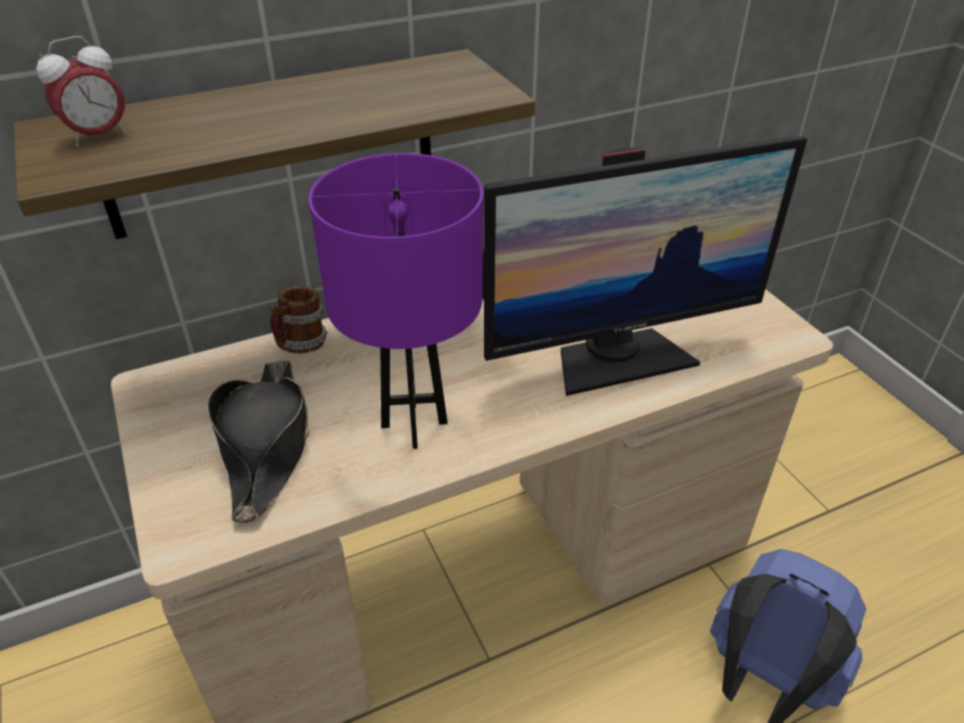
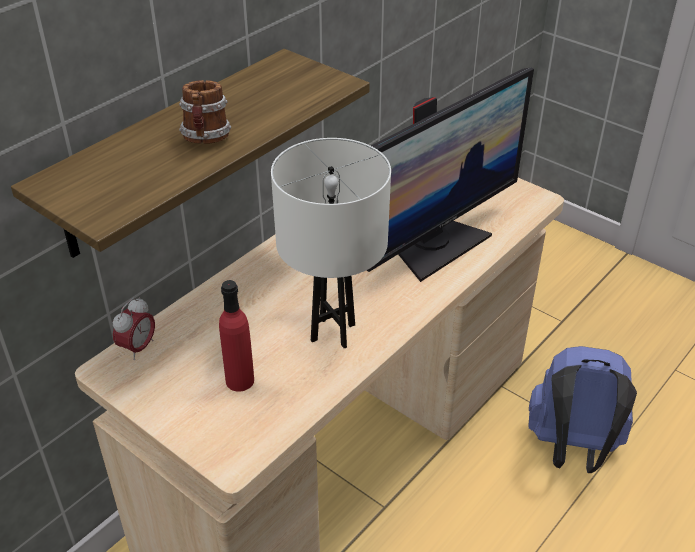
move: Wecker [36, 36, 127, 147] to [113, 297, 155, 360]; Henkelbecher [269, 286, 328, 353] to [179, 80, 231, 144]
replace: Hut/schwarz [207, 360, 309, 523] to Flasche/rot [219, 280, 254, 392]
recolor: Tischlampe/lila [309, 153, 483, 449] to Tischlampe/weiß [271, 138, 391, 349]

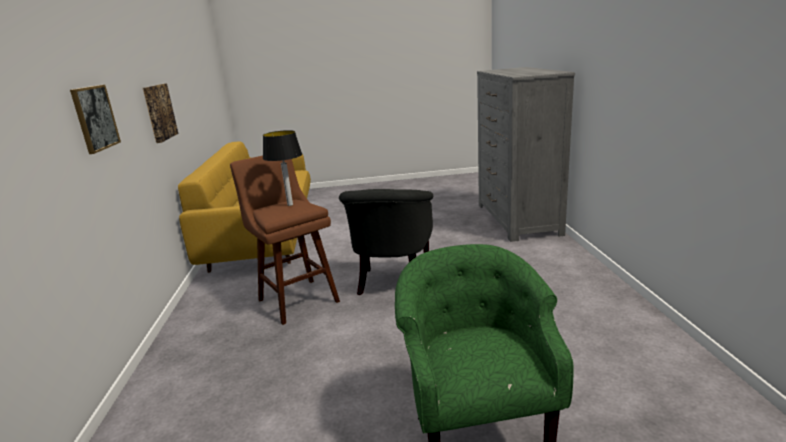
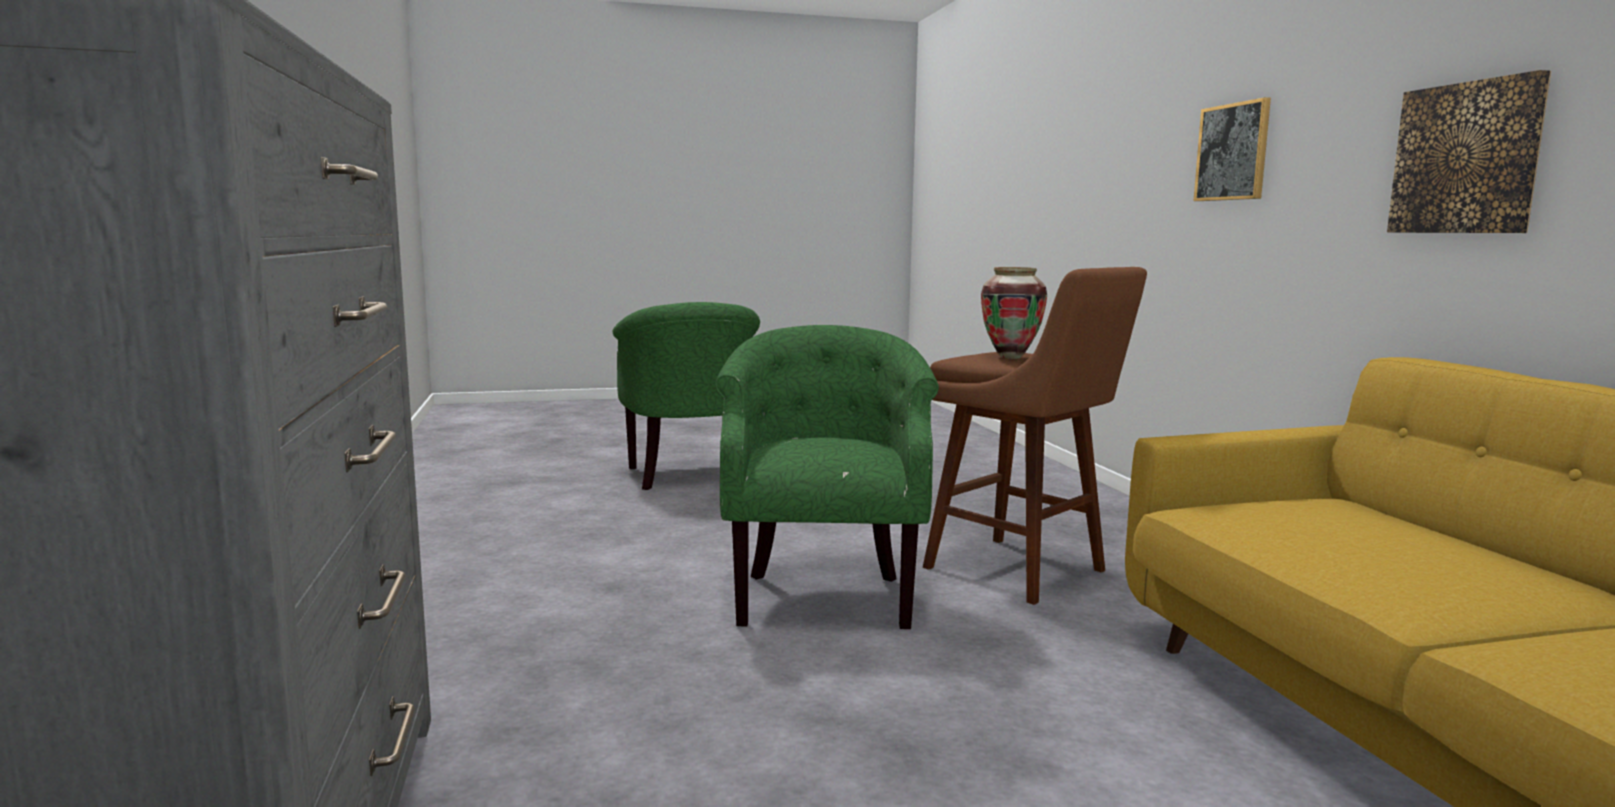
replace: Tischlampe [263, 130, 302, 206] to Vase [981, 267, 1047, 359]
recolor: Sessel/schwarz [339, 189, 433, 295] to Sessel/grün [715, 325, 939, 629]

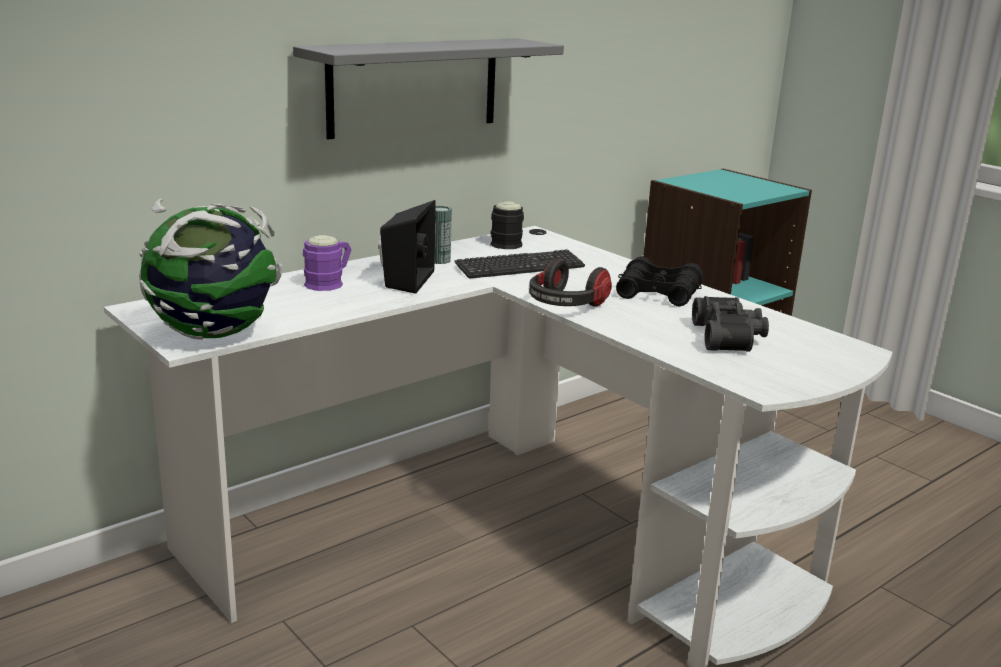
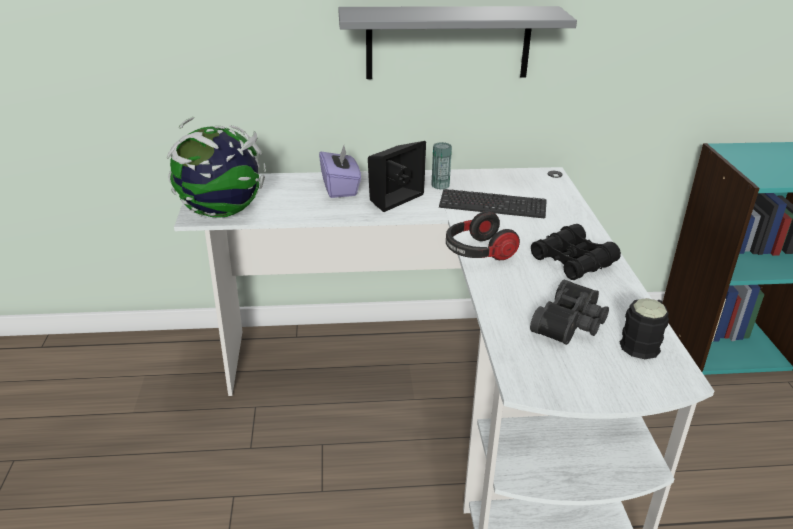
move: Henkelbecher/schwarz [490, 201, 524, 249] to [620, 298, 669, 359]
replace: Henkelbecher/lila [303, 235, 352, 291] to Taschentuchbox/lila [319, 146, 361, 198]

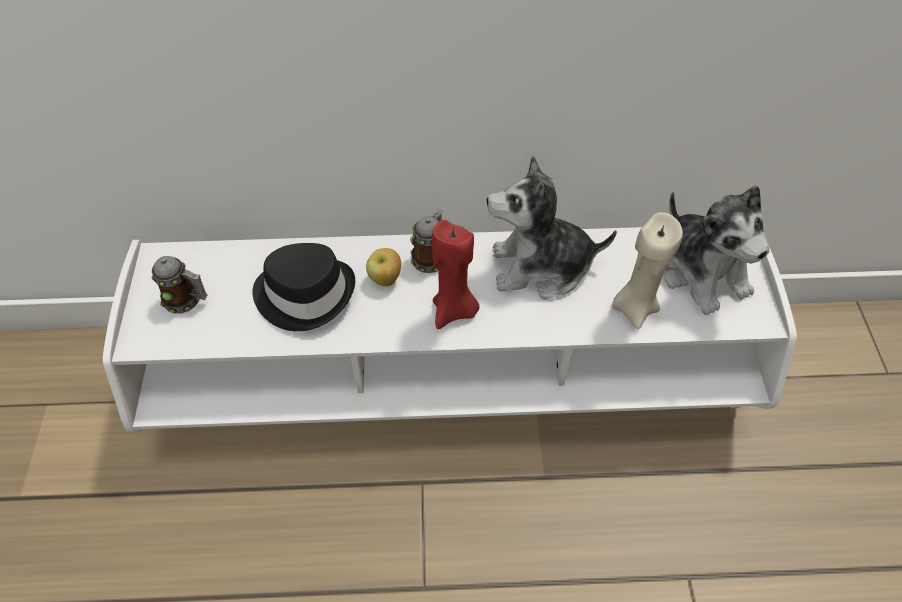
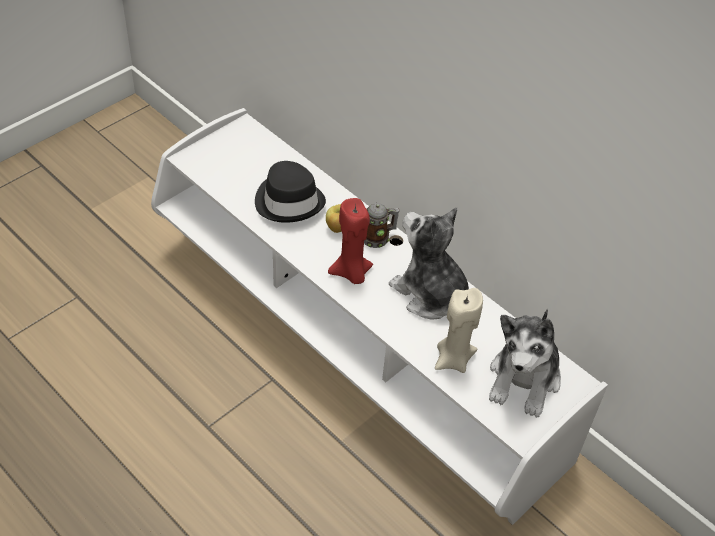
delete: Henkelbecher [152, 256, 207, 313]

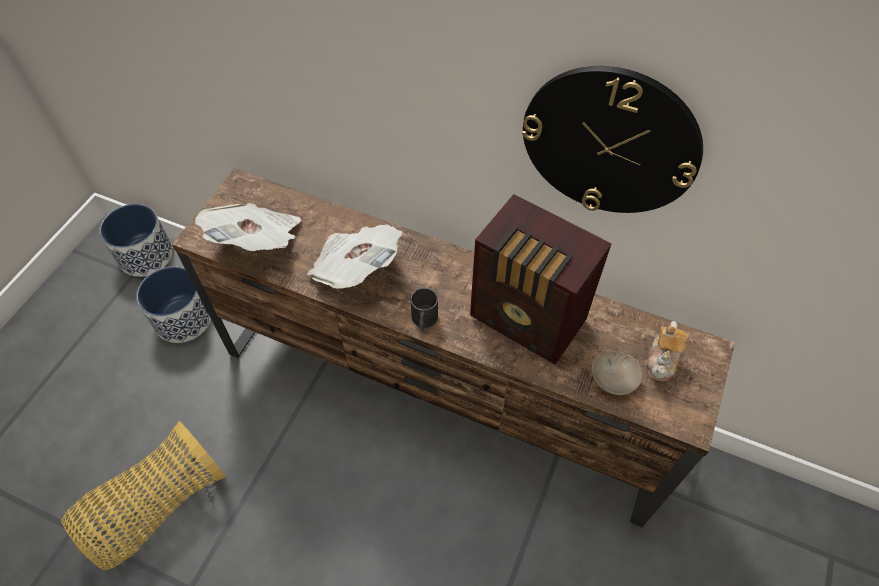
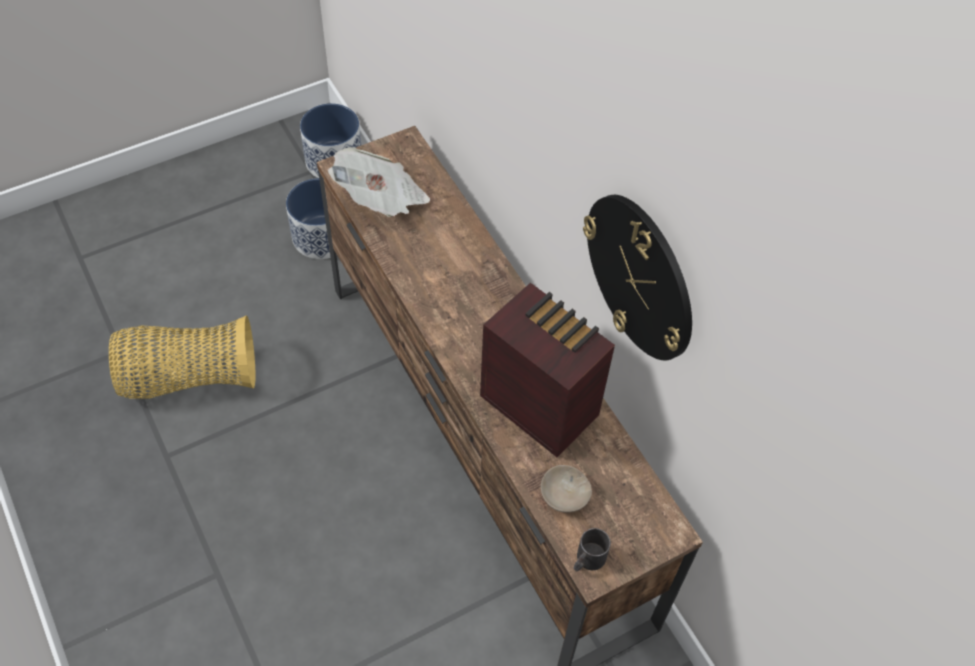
delete: Zeitung [307, 224, 403, 289]; Teekanne [645, 321, 688, 381]
move: Henkelbecher/schwarz [411, 288, 438, 332] to [574, 528, 611, 571]
rotate: Radio [470, 194, 612, 365] = [480, 283, 615, 457] 150 degrees clockwise

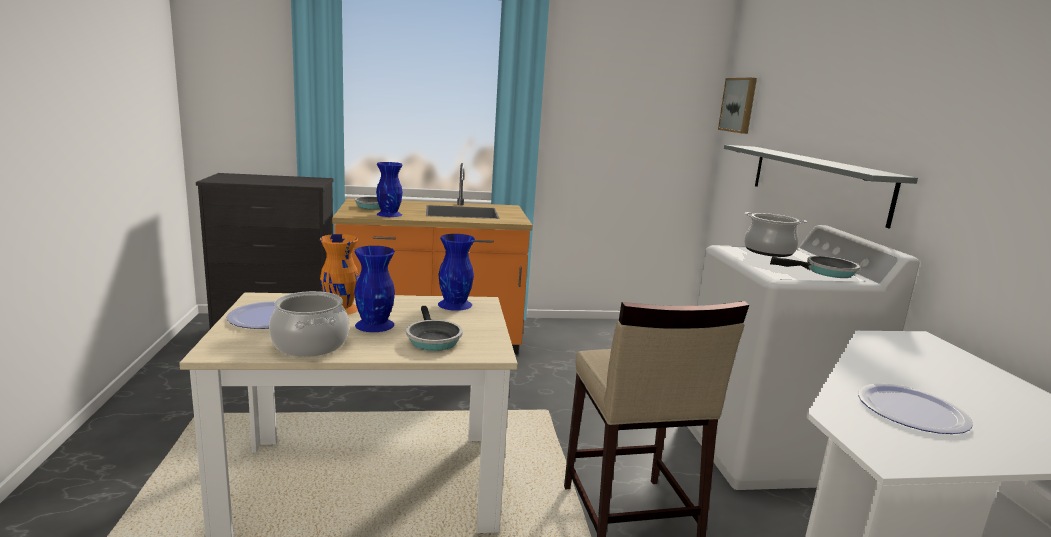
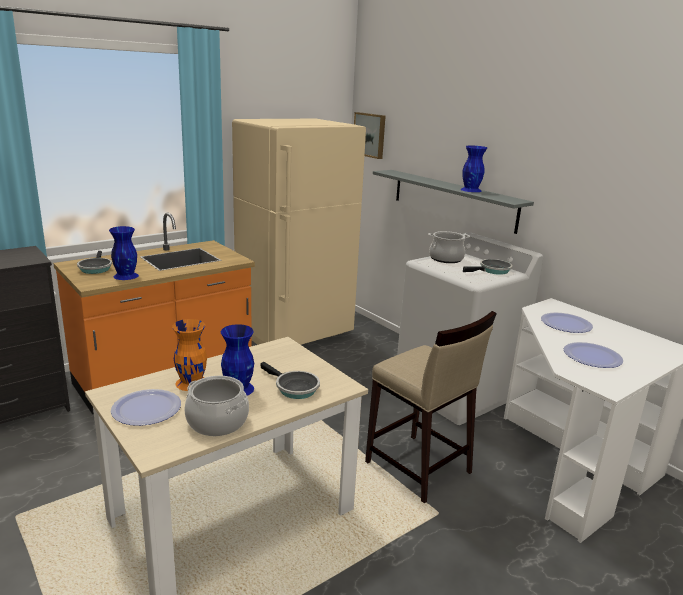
insert: Kühlschrank/beige [232, 119, 366, 345]; Teller [541, 312, 593, 333]
move: Vase/blau [438, 234, 475, 311] to [460, 146, 487, 192]

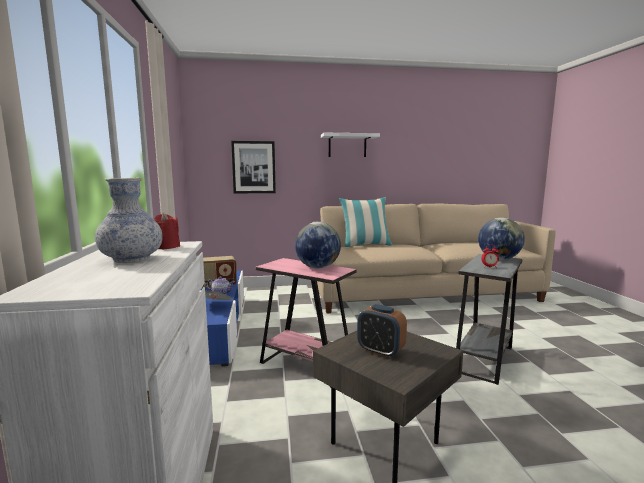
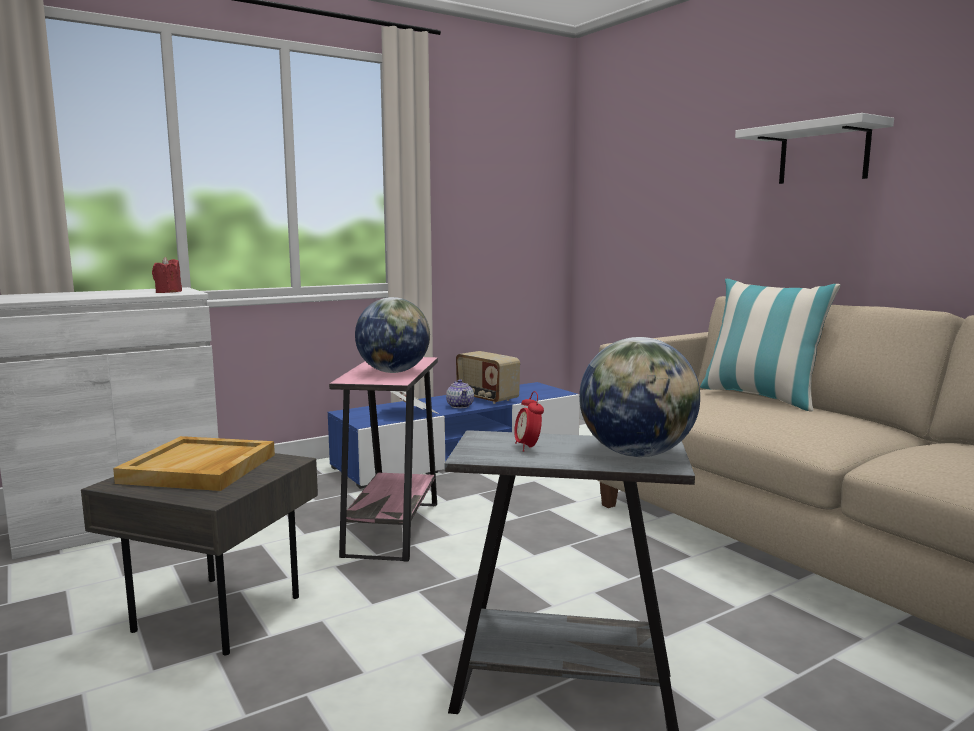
delete: Vase [95, 178, 163, 263]; Bild [231, 141, 276, 193]
replace: Wecker [357, 304, 407, 358] to Tablett/beige [113, 436, 275, 491]

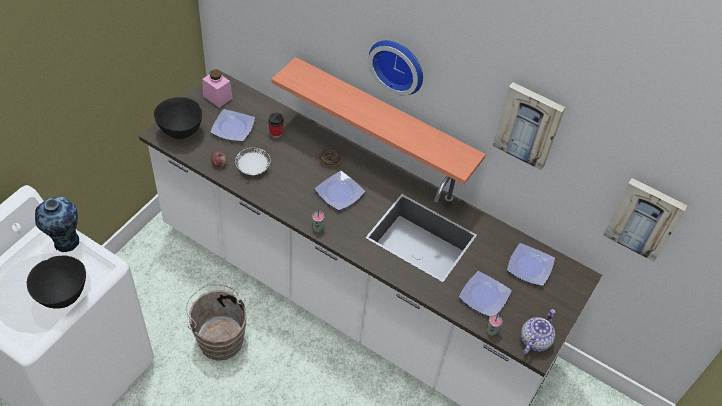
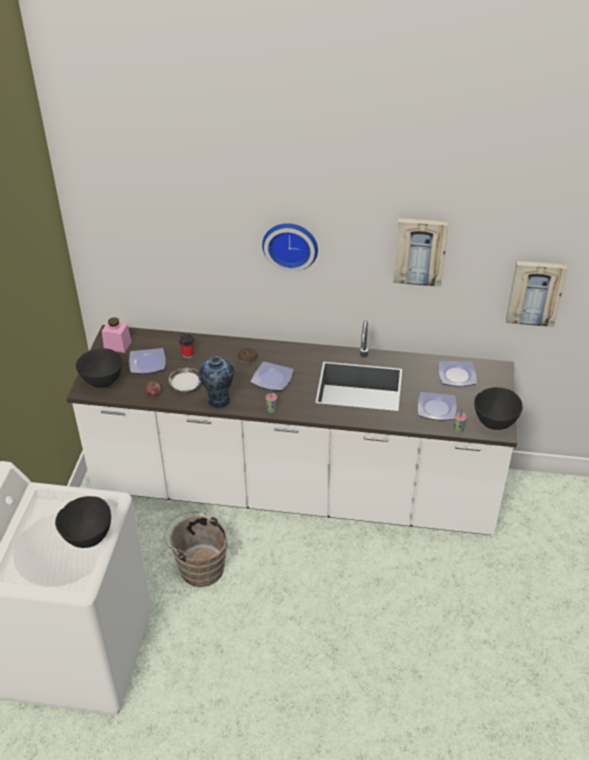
delete: Wandregal [272, 57, 486, 184]
move: Vase [35, 197, 79, 252] to [199, 356, 235, 409]
replace: Teekanne [521, 309, 555, 355] to Schüssel/schwarz [474, 387, 523, 430]

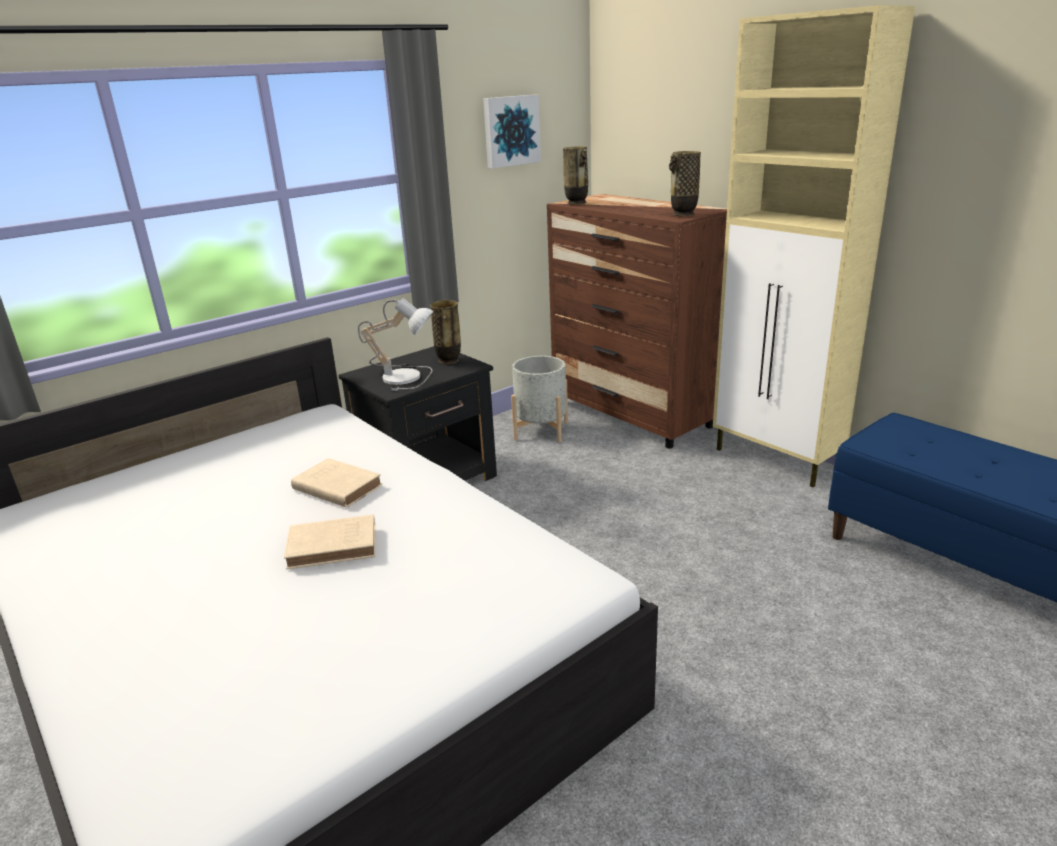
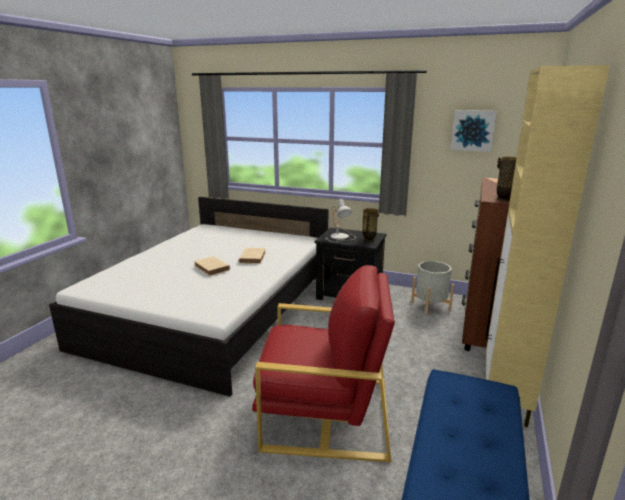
delete: Vase [563, 146, 588, 205]
insert: Sessel/rot [252, 265, 395, 463]

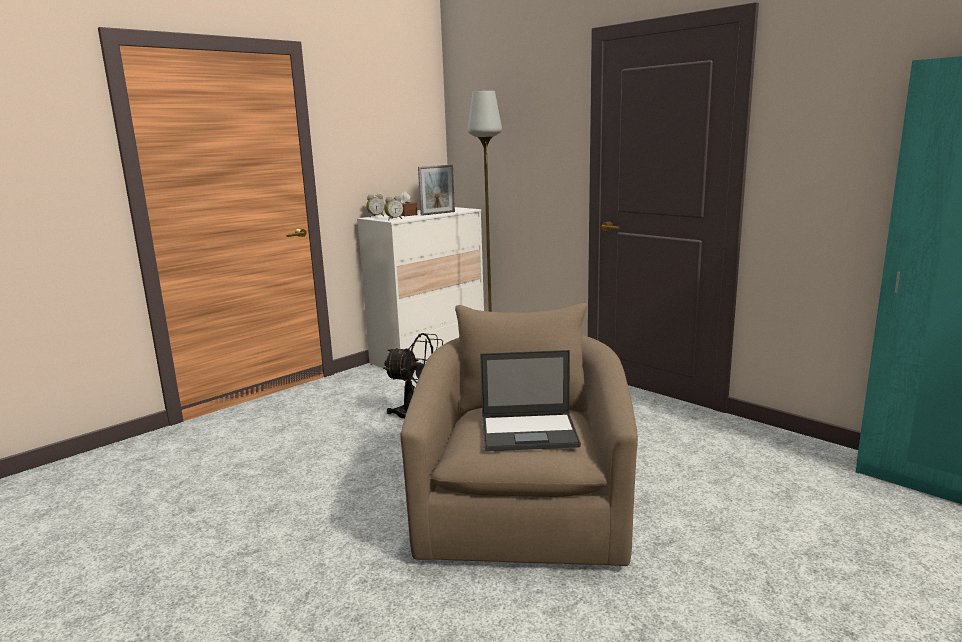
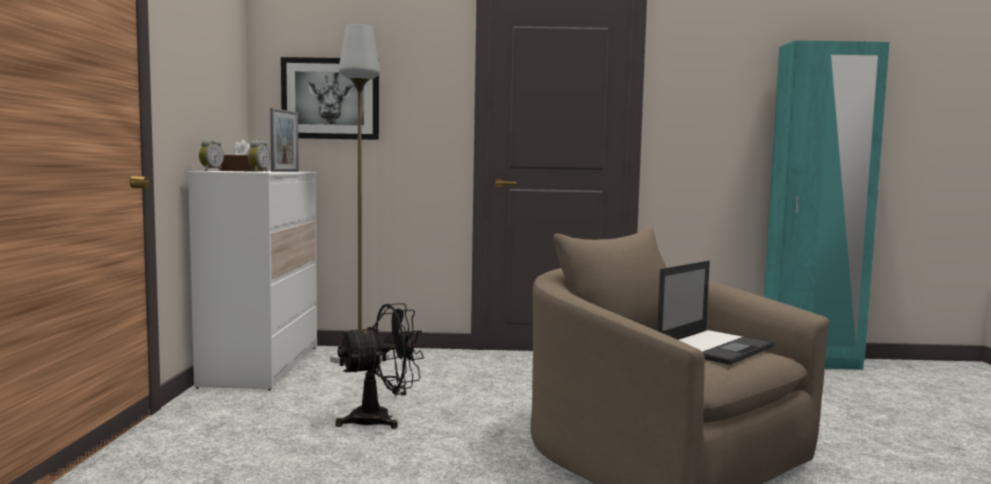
insert: Bild [281, 57, 379, 140]

